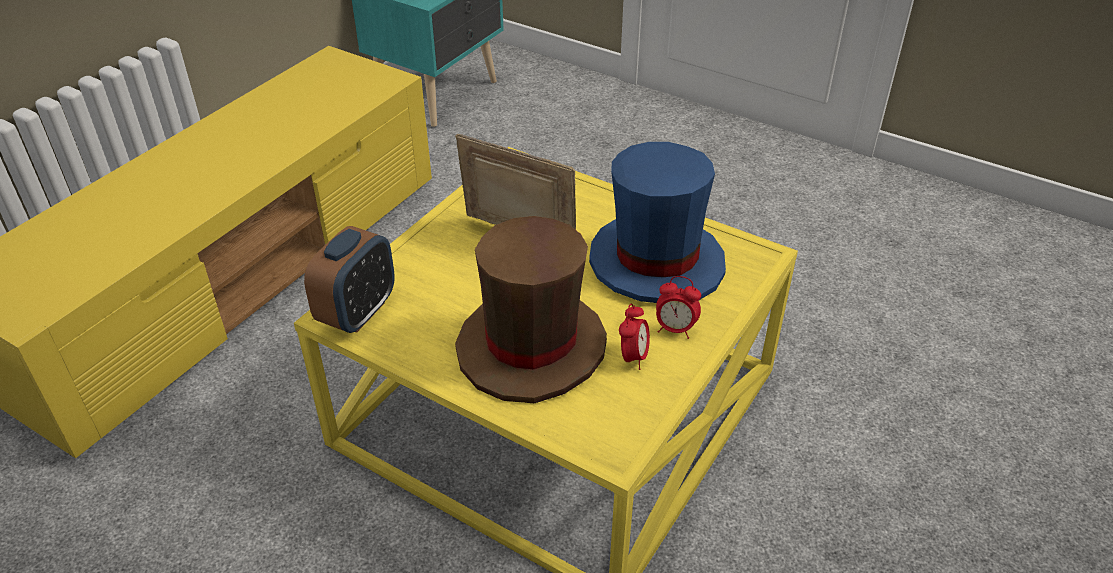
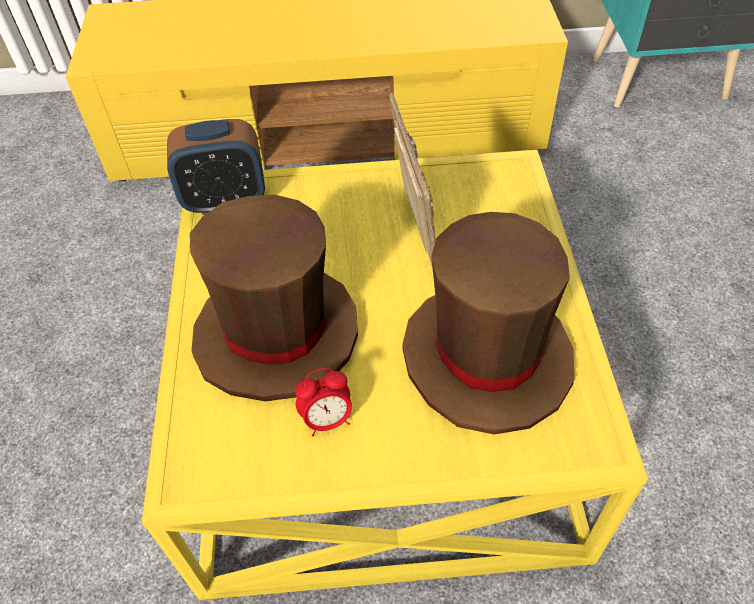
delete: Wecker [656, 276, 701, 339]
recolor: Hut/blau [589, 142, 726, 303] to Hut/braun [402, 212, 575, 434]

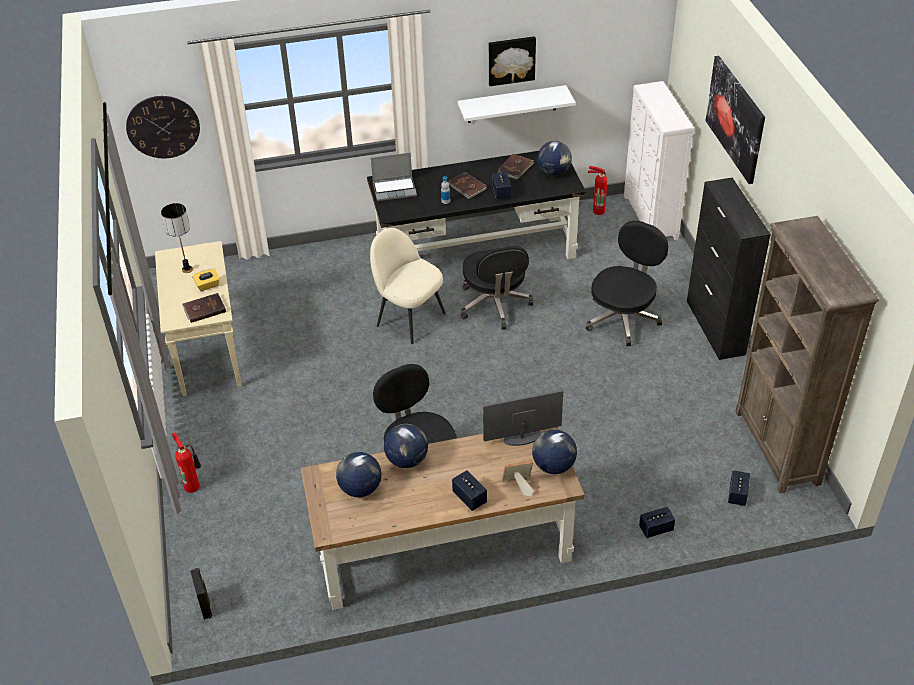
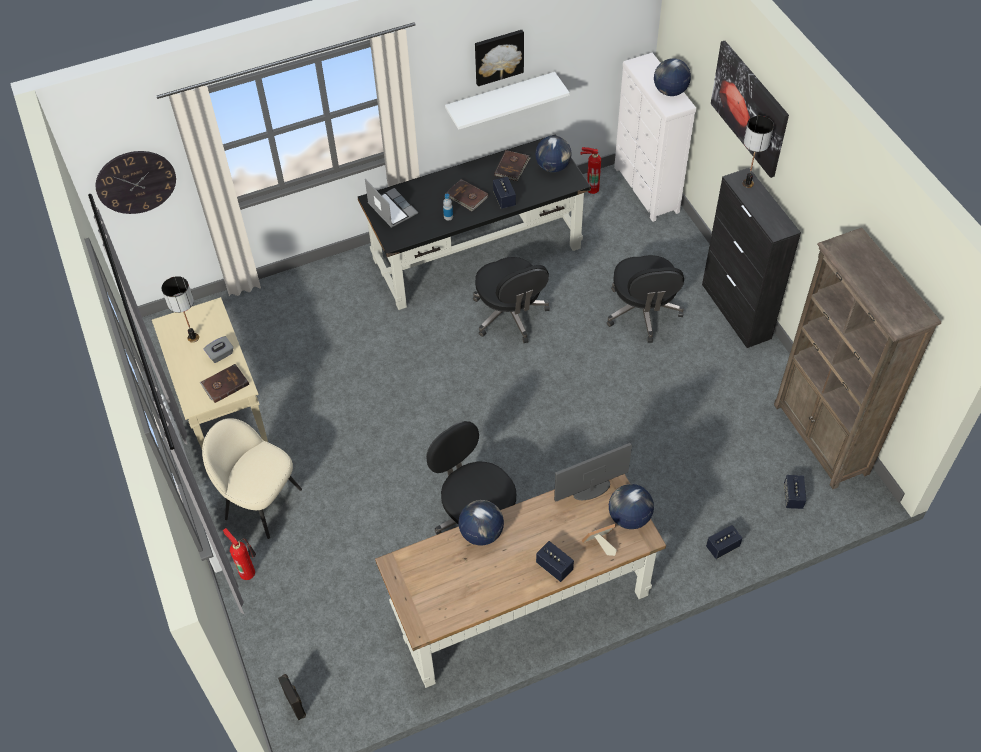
insert: Tischlampe [742, 116, 774, 188]
move: Stuhl/beige [370, 228, 446, 344] to [202, 418, 302, 539]; Globus [336, 452, 382, 497] to [654, 58, 691, 96]
recolor: Taschentuchbox/gelb [192, 269, 220, 291] to Taschentuchbox/grau [204, 336, 234, 363]
rotate: Laptop [371, 153, 417, 201] = [365, 179, 418, 228] 105 degrees counterclockwise; Bürostuhl/schwarz [585, 221, 668, 346] = [607, 255, 684, 343] 150 degrees clockwise

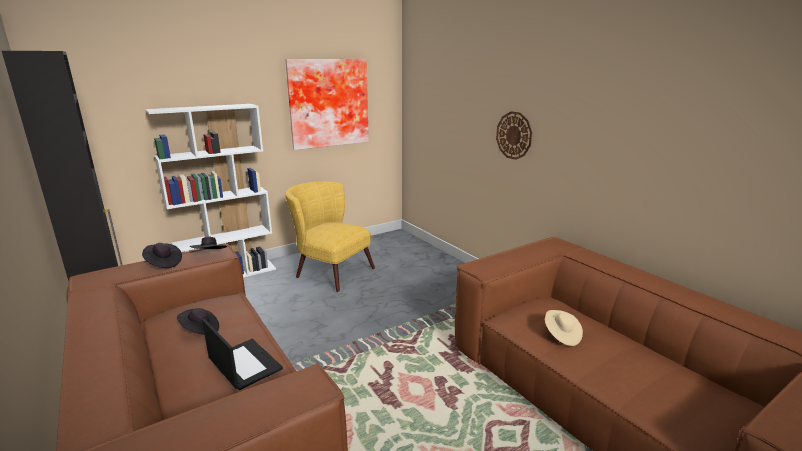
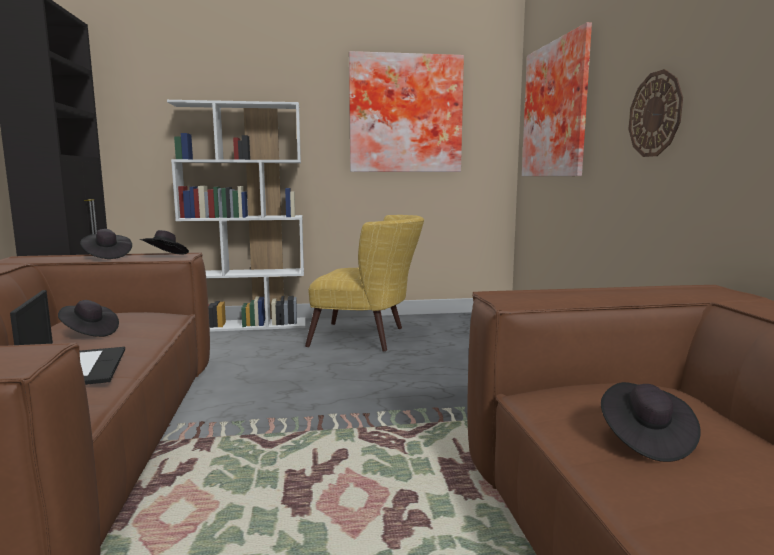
insert: Bild [522, 22, 592, 176]
recolor: Hut/beige [545, 310, 583, 346] to Hut/schwarz [601, 382, 701, 462]
rotate: Sessel/gelb [285, 182, 375, 292] = [305, 215, 424, 352] 135 degrees clockwise

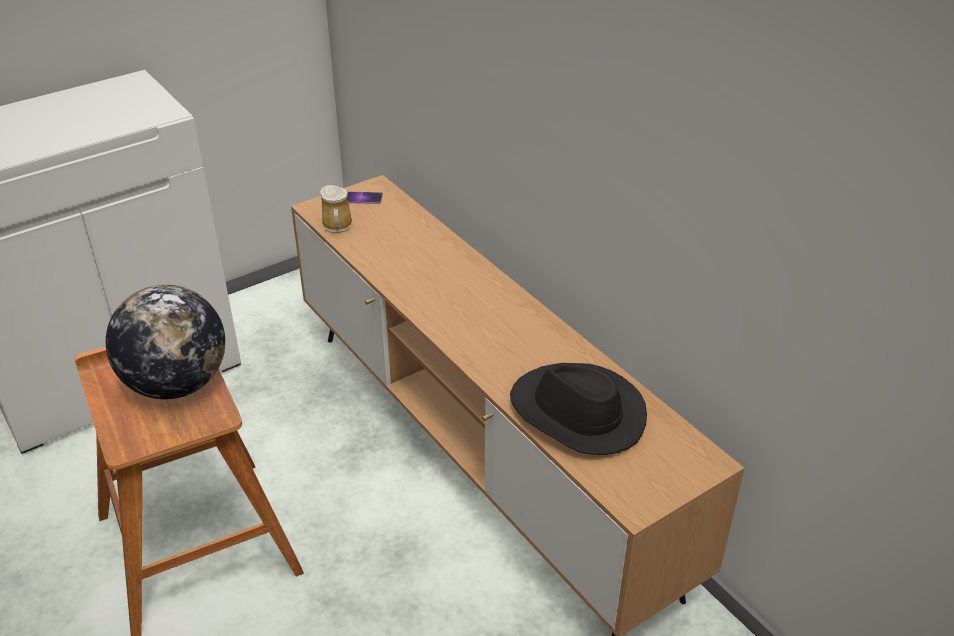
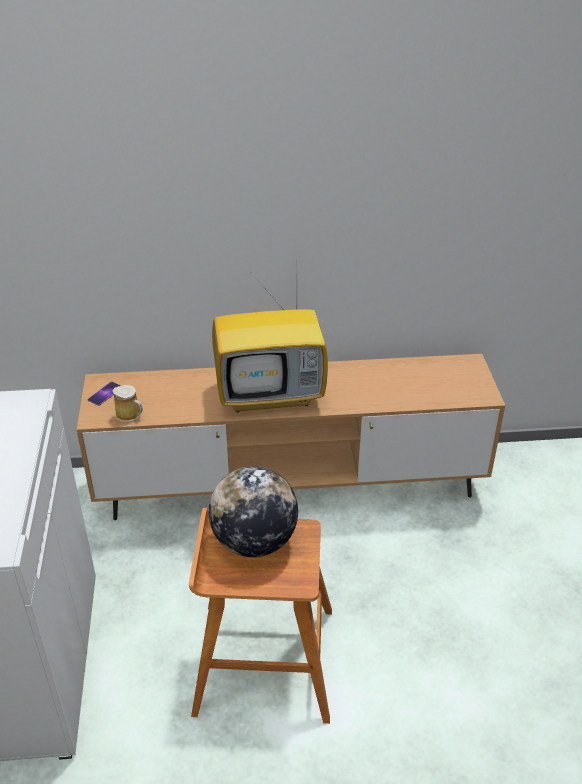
delete: Hut/schwarz [510, 363, 647, 455]
insert: Fernseher [212, 276, 328, 412]

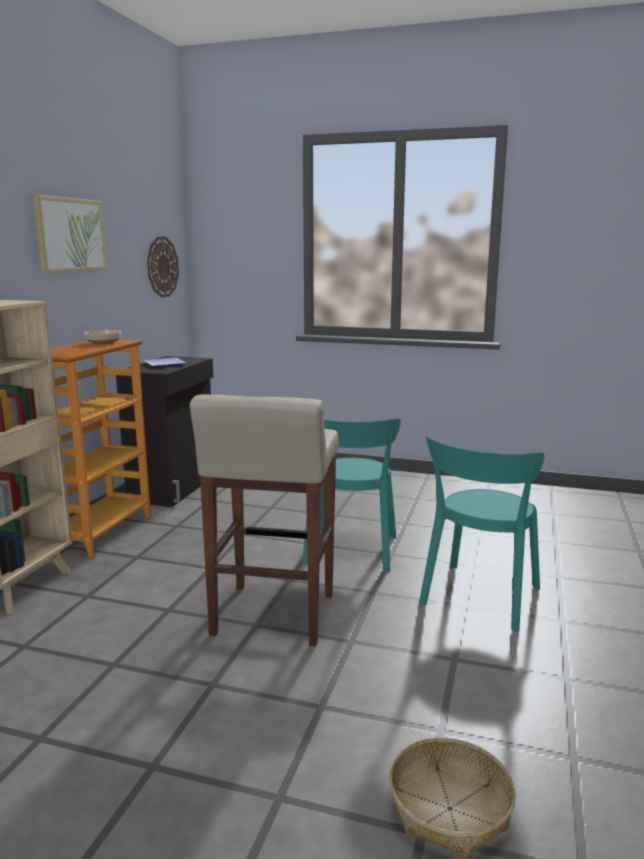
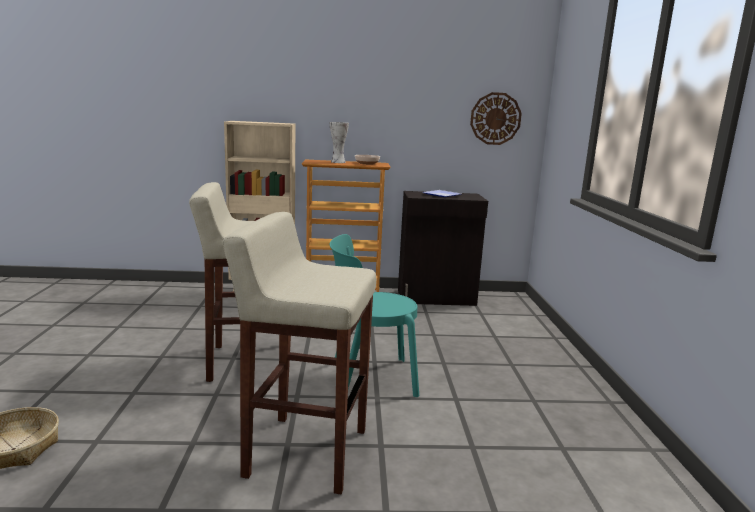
delete: Bild [32, 195, 107, 273]
insert: Vase [330, 122, 349, 163]
replace: Stuhl/türkis [419, 436, 544, 631] to Hocker/beige [223, 212, 376, 494]

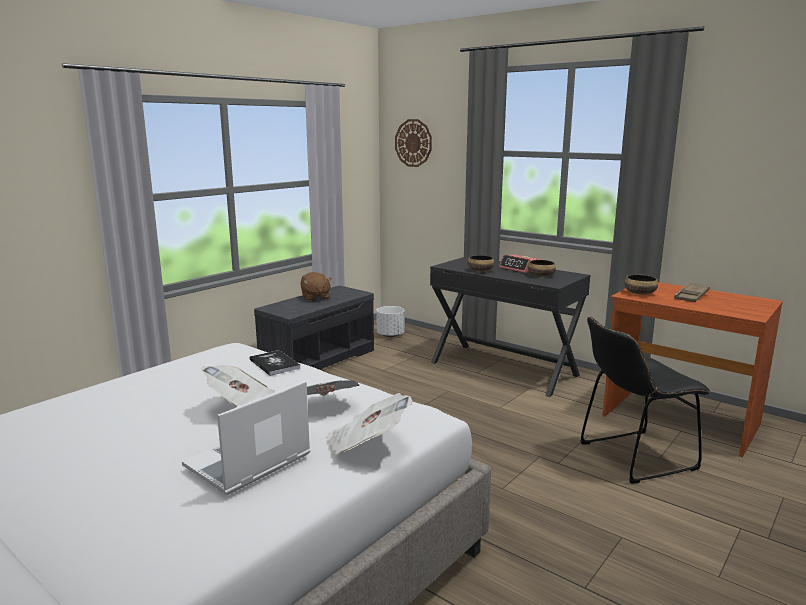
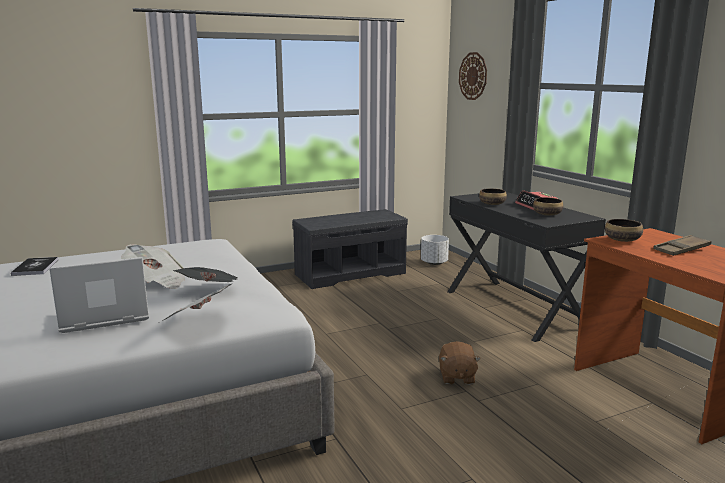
delete: Stuhl/schwarz [580, 317, 710, 484]
move: Buch [250, 350, 301, 376] to [11, 257, 58, 276]; Plüschtier/braun [300, 272, 332, 301] to [439, 341, 481, 385]

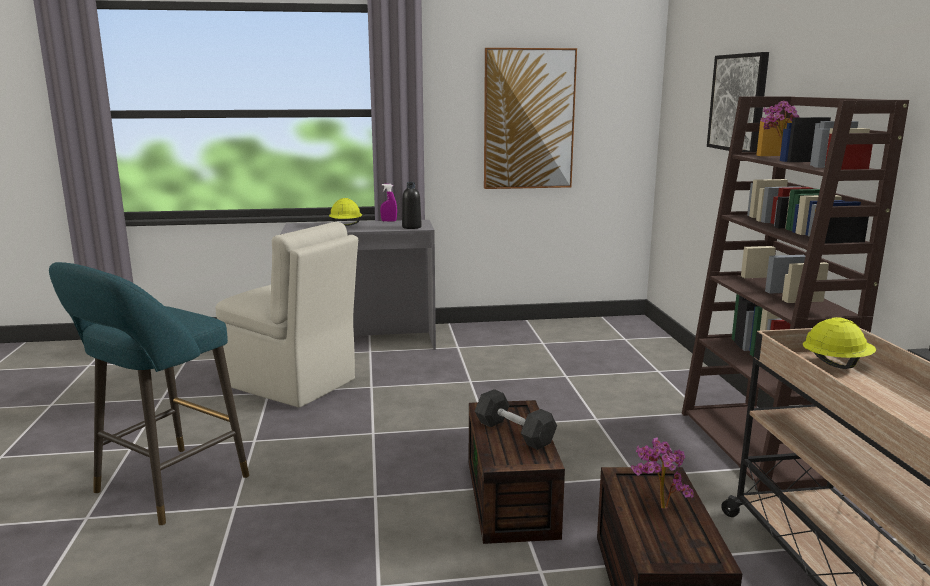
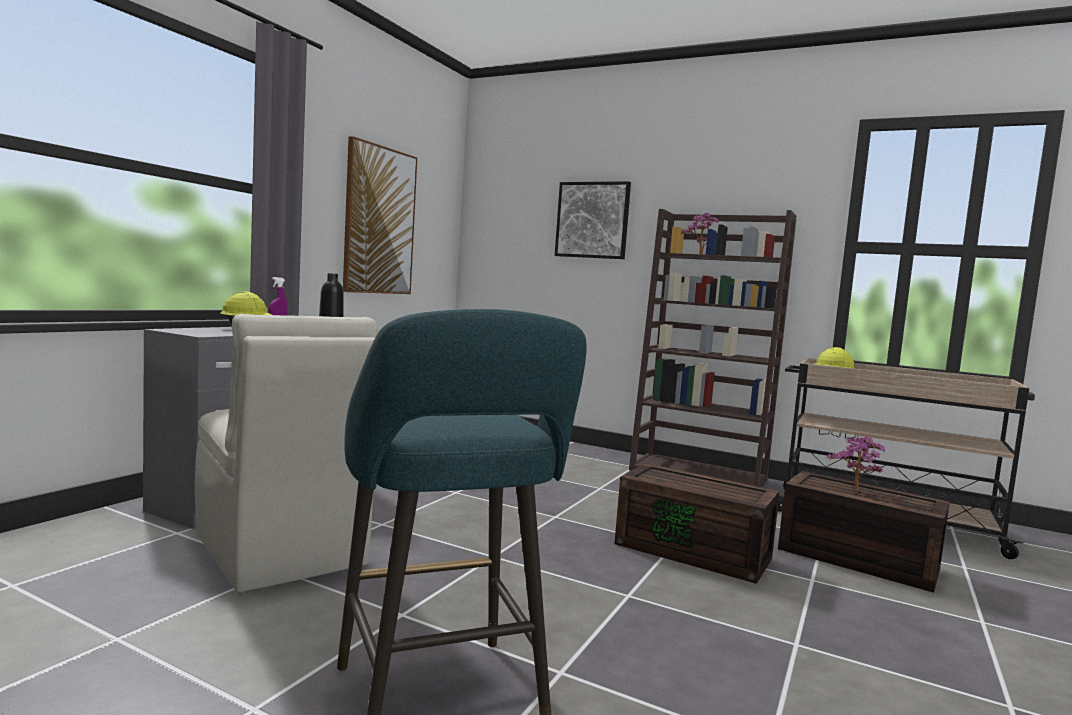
delete: Hantel/grau [475, 389, 557, 450]
rotate: Stuhl/beige [216, 222, 358, 408] = [195, 314, 378, 593] 75 degrees clockwise

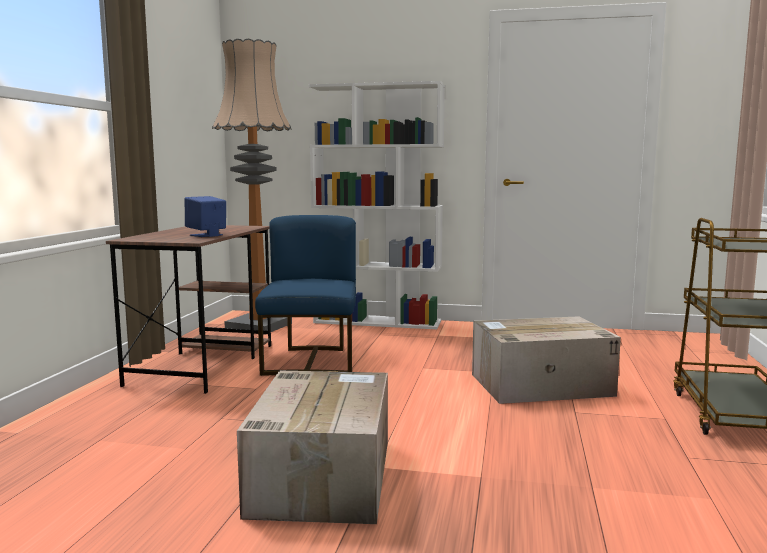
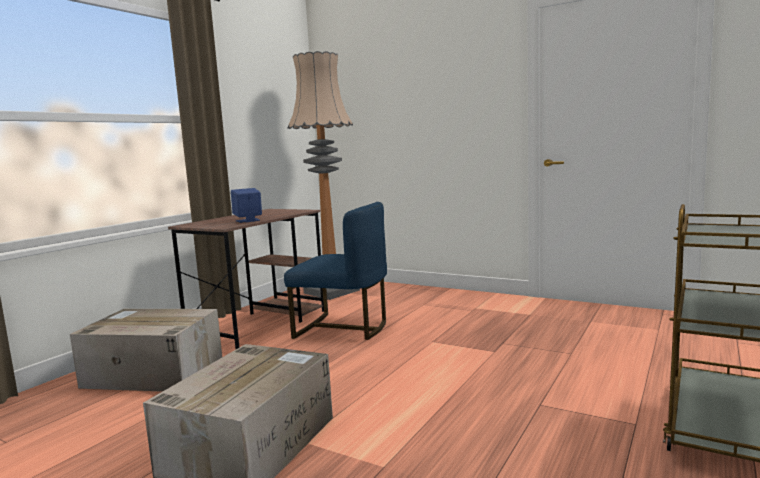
delete: Bücherregal/weiß [309, 81, 445, 329]
move: Karton [472, 316, 621, 404] to [70, 309, 222, 392]
rotate: Stuhl/blau [255, 215, 356, 376] = [284, 202, 387, 340] 90 degrees clockwise

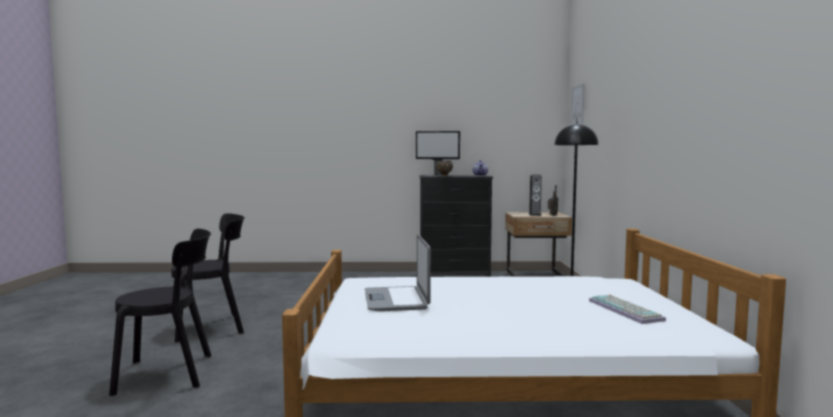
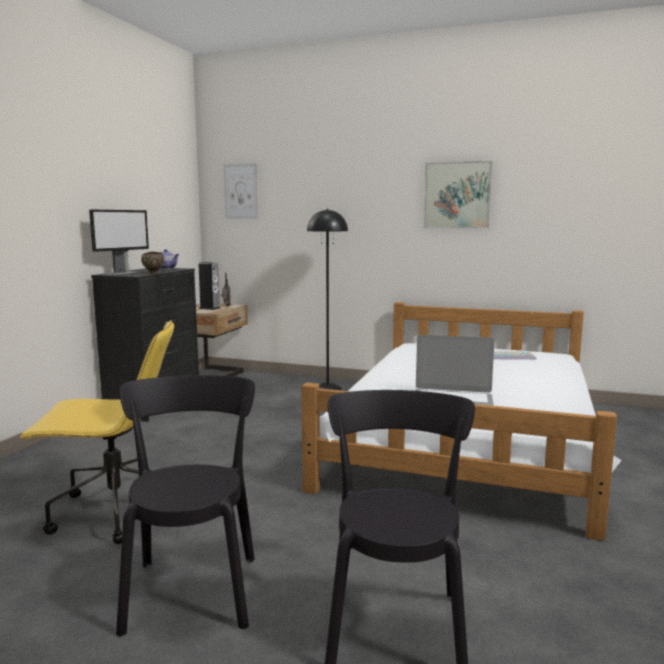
insert: Bürostuhl/gelb [19, 320, 174, 544]; Bild [423, 161, 493, 229]

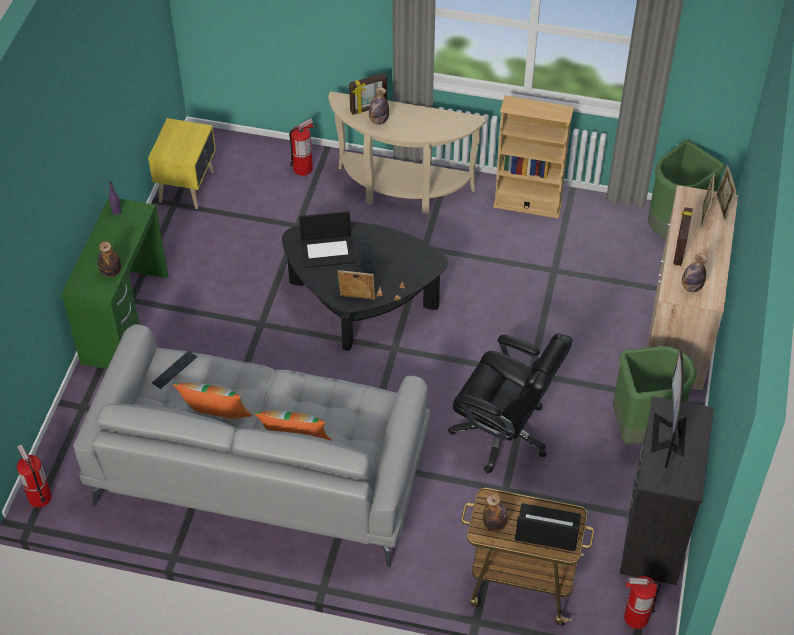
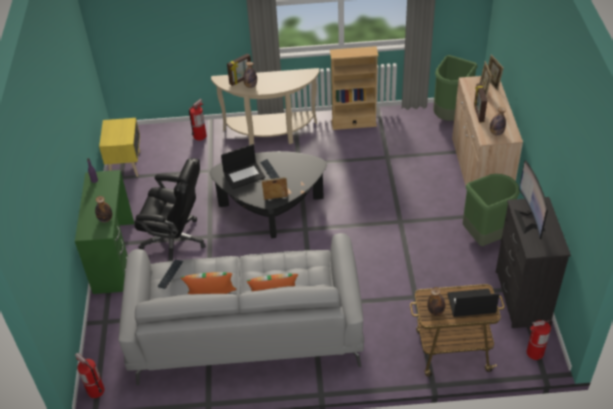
move: Bürostuhl/schwarz [448, 333, 573, 473] to [135, 158, 206, 261]

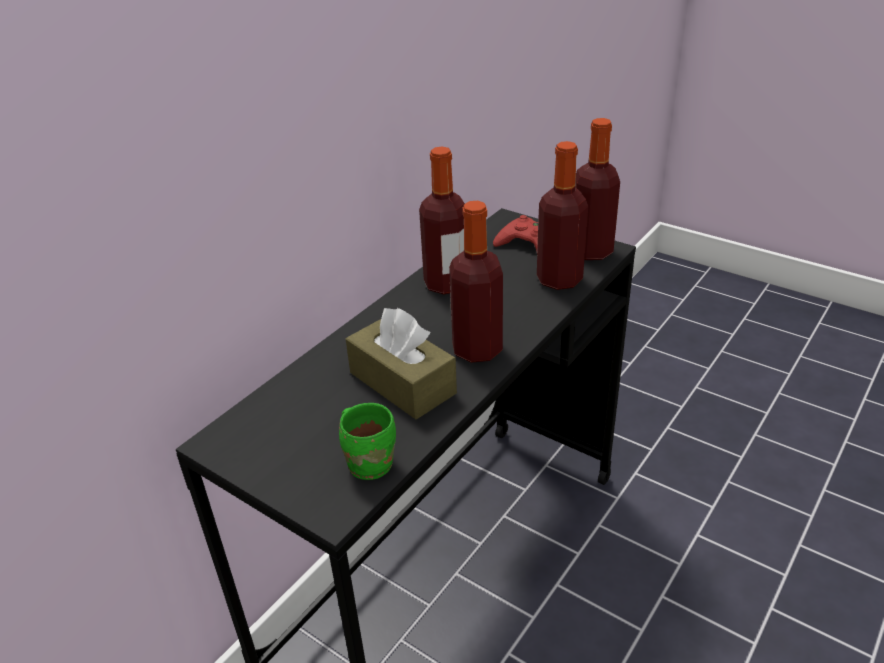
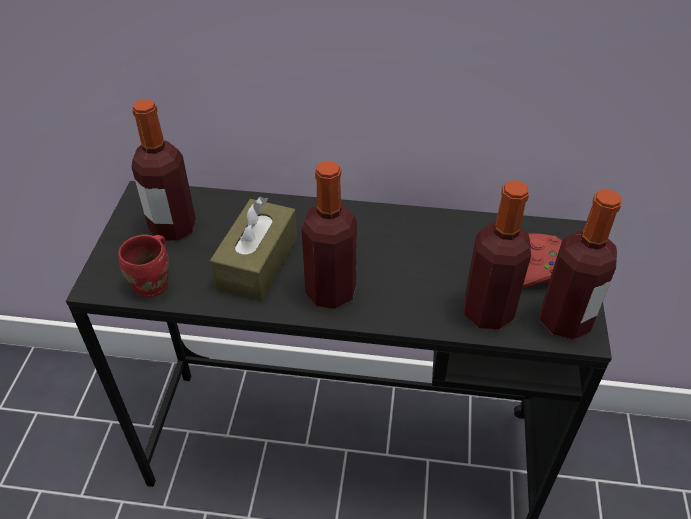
move: Flasche [419, 146, 465, 295] to [131, 99, 196, 241]
recolor: Henkelbecher/grün [339, 403, 396, 480] to Henkelbecher/rot [118, 234, 169, 297]

